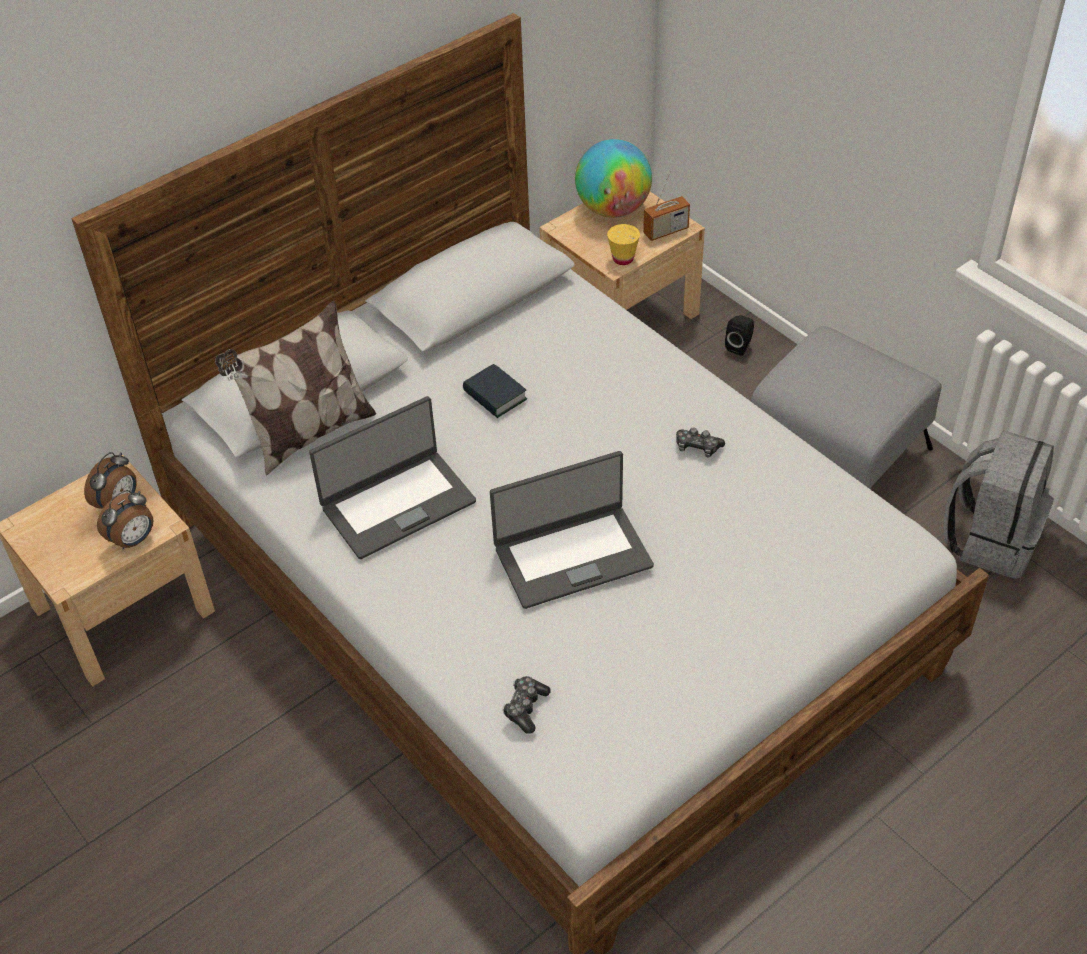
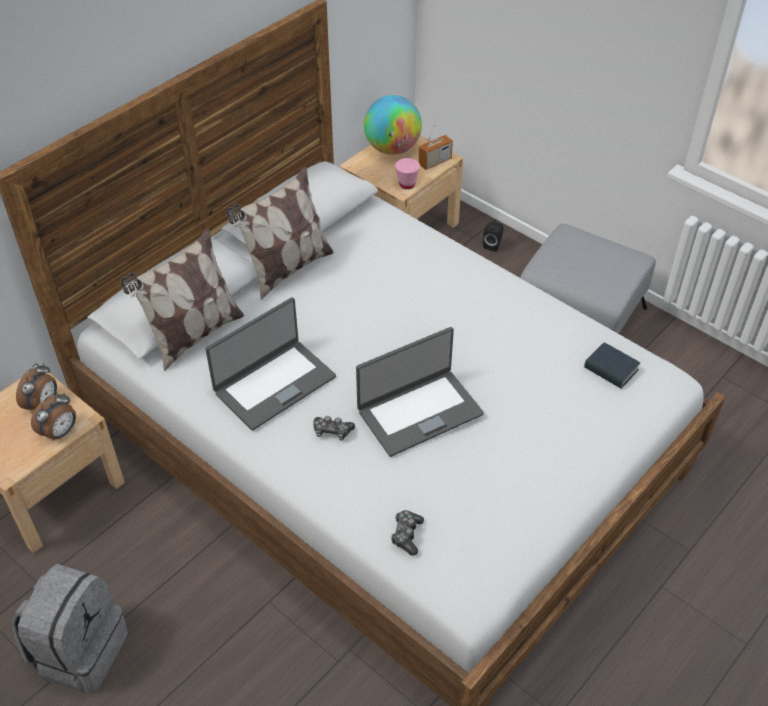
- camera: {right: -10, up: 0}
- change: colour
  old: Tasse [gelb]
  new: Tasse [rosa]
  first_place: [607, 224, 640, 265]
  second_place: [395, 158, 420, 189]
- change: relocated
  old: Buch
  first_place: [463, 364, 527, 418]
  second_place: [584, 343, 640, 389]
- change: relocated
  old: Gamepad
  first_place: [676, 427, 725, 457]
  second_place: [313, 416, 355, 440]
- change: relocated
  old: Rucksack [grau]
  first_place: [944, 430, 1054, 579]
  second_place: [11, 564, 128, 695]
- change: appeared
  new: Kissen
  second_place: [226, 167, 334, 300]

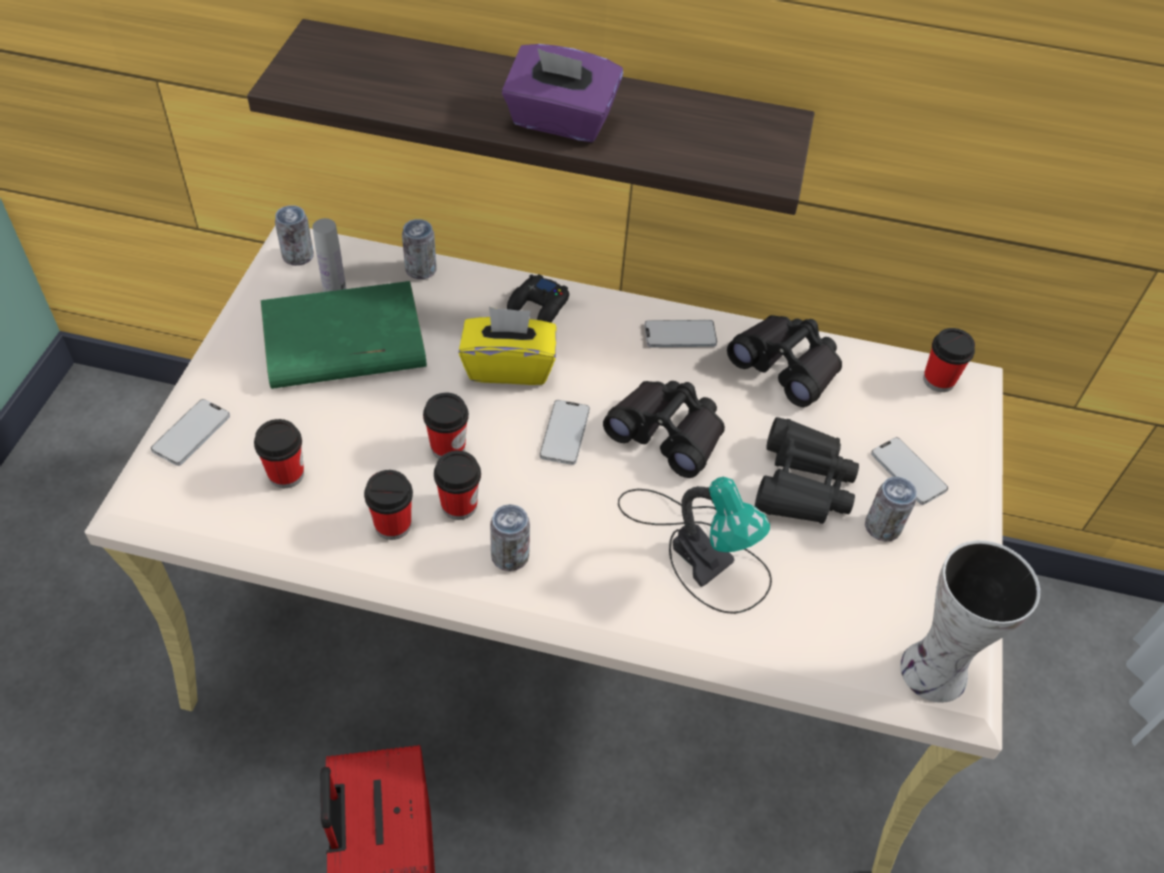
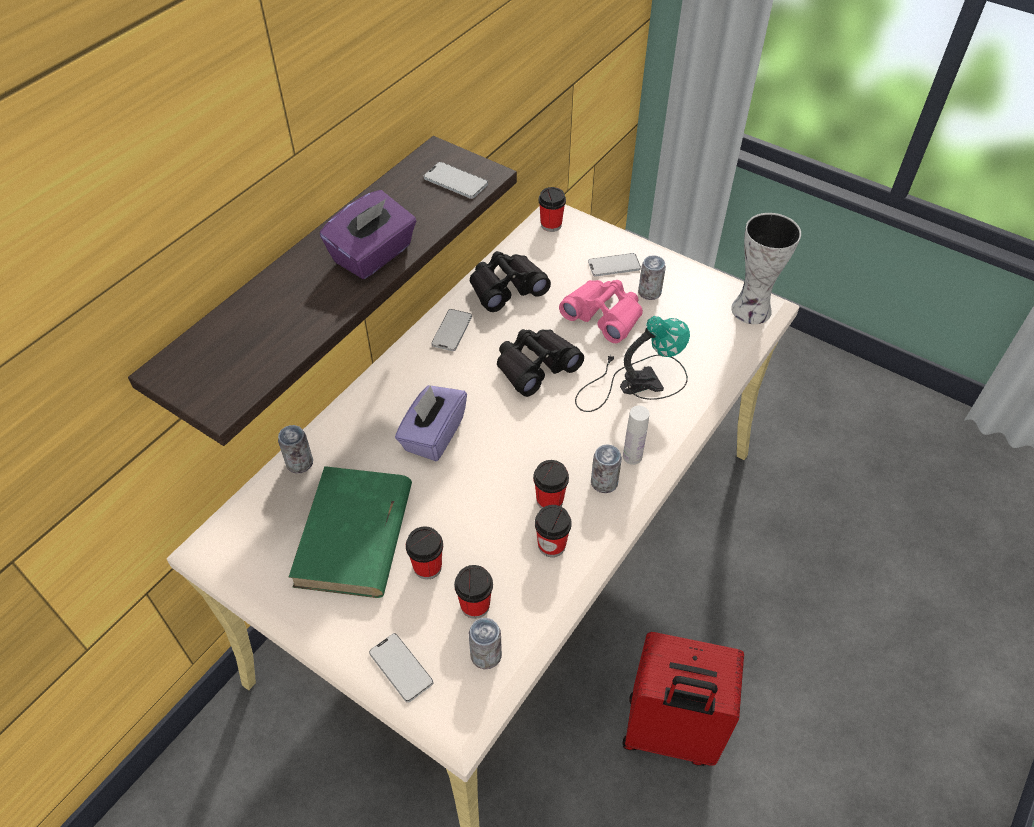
- camera: {right: -65, up: 0}
- change: relocated
  old: Dose
  first_place: [275, 205, 314, 266]
  second_place: [469, 618, 502, 669]
- change: relocated
  old: Flasche [weiß]
  first_place: [312, 218, 346, 292]
  second_place: [623, 406, 650, 465]
- change: missing
  old: Gamepad [schwarz]
  first_place: [507, 274, 569, 323]
- change: colour
  old: Taschentuchbox [gelb]
  new: Taschentuchbox [lila]
  first_place: [459, 307, 556, 385]
  second_place: [395, 385, 467, 461]
- change: relocated
  old: Tasse
  first_place: [423, 393, 469, 459]
  second_place: [406, 526, 443, 580]
- change: relocated
  old: Handy
  first_place: [540, 400, 590, 465]
  second_place: [424, 162, 488, 199]
- change: colour
  old: Fernglas [schwarz]
  new: Fernglas [rosa]
  first_place: [755, 417, 859, 524]
  second_place: [559, 280, 643, 343]

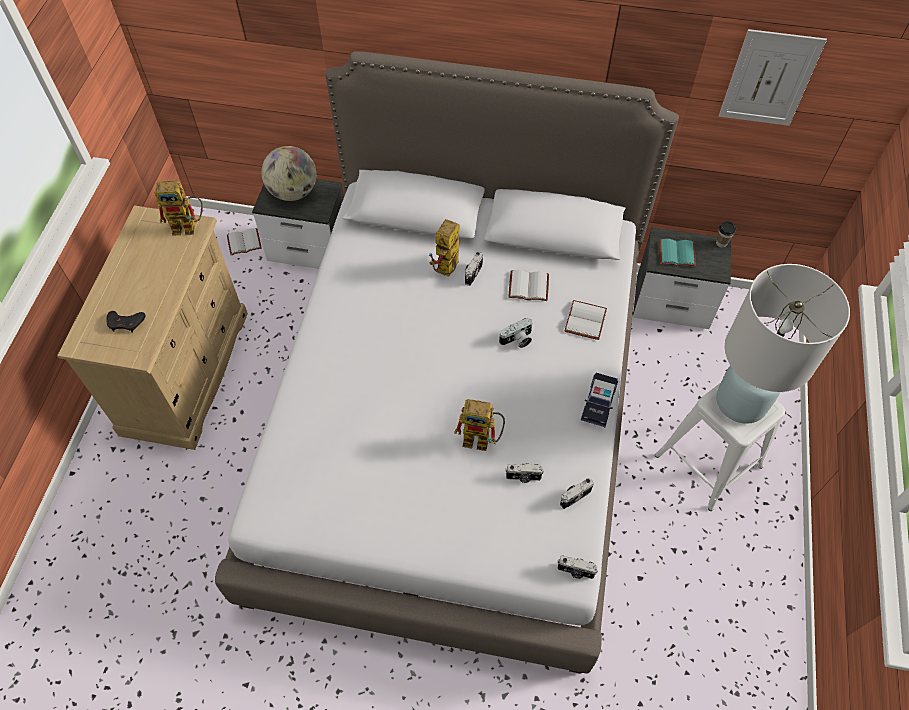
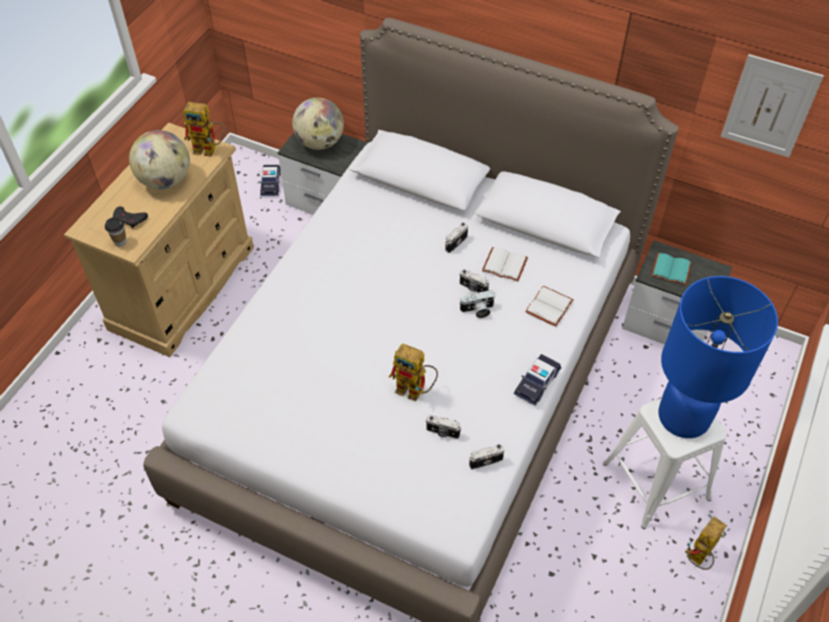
- camera: {right: 15, up: -5}
- change: relocated
  old: Spielzeugroboter
  first_place: [429, 219, 459, 277]
  second_place: [685, 516, 727, 570]
- change: relocated
  old: Tasse
  first_place: [716, 221, 736, 248]
  second_place: [105, 217, 127, 247]
- change: exchanged
  old: Buch [weiß]
  new: Spielzeugauto
  first_place: [227, 228, 262, 255]
  second_place: [259, 165, 281, 196]
- change: colour
  old: Tischlampe [weiß]
  new: Tischlampe [blau]
  first_place: [716, 264, 850, 424]
  second_place: [659, 276, 778, 438]
- change: relocated
  old: Kamera
  first_place: [557, 556, 598, 579]
  second_place: [460, 269, 489, 293]
- change: appeared
  new: Globus
  second_place: [129, 130, 190, 189]

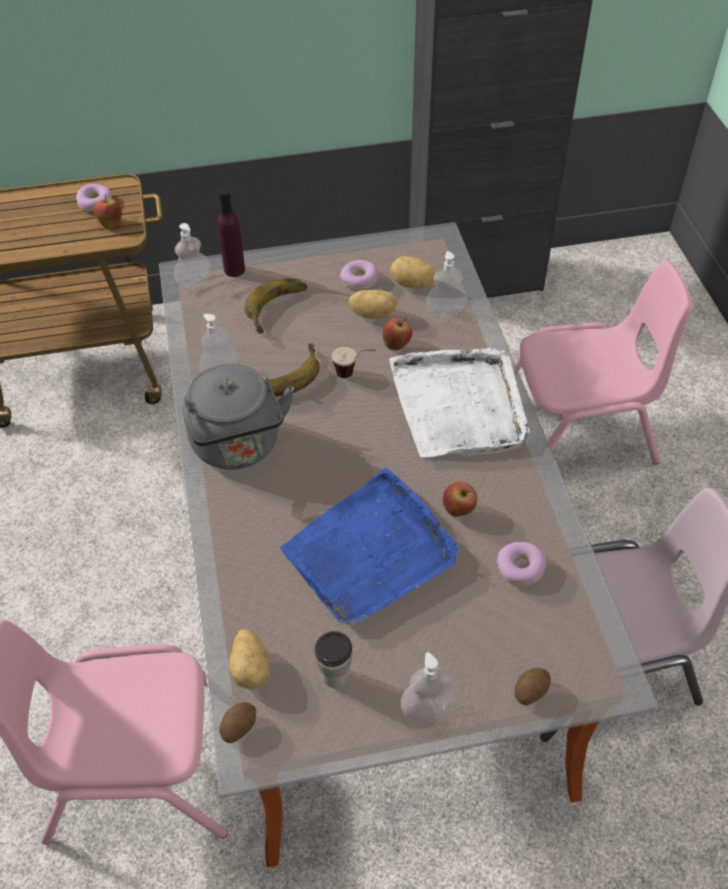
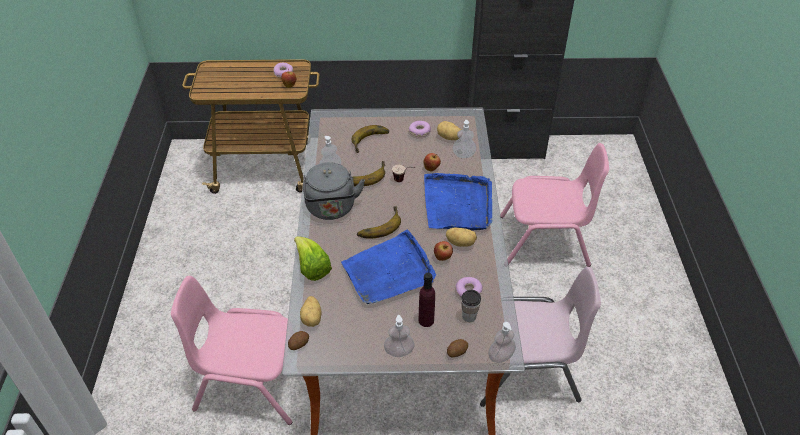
- camera: {right: 10, up: -5}
- change: relocated
  old: Flasche [lila]
  first_place: [218, 189, 245, 277]
  second_place: [419, 273, 435, 327]
- change: relocated
  old: Seifenspender
  first_place: [174, 223, 210, 289]
  second_place: [488, 322, 516, 363]
- change: relocated
  old: Kartoffel
  first_place: [349, 290, 398, 319]
  second_place: [446, 228, 477, 247]
- change: colour
  old: Tablett [weiß]
  new: Tablett [blau]
  first_place: [389, 348, 530, 457]
  second_place: [424, 173, 492, 231]
- change: relocated
  old: Tasse
  first_place: [315, 631, 352, 688]
  second_place: [461, 290, 481, 322]
- change: appeared
  new: Banane
  second_place: [357, 207, 401, 239]
- change: appeared
  new: Salatkopf
  second_place: [294, 236, 332, 281]

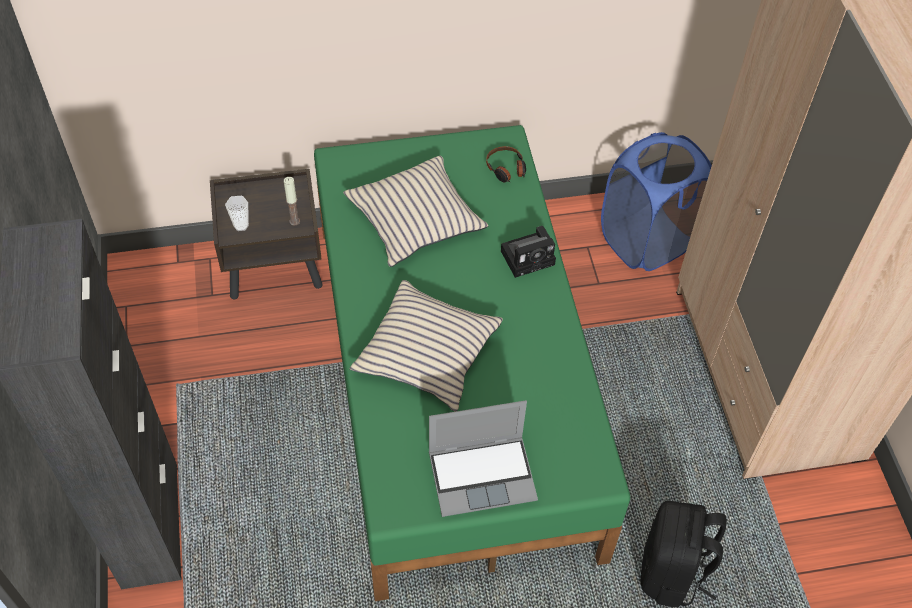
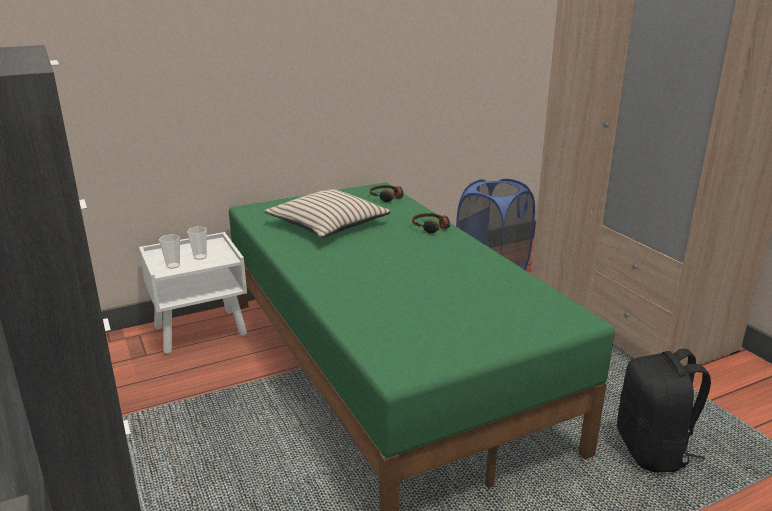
- camera: {right: -15, up: -30}
- change: colour
  old: Nachttisch [braun]
  new: Nachttisch [weiß]
  first_place: [210, 169, 323, 300]
  second_place: [139, 232, 247, 354]
- change: missing
  old: Kerze
  first_place: [284, 177, 300, 226]
- change: exchanged
  old: Kamera
  new: Kopfhörer
  first_place: [501, 226, 556, 278]
  second_place: [412, 213, 450, 233]
- change: missing
  old: Kissen [beige]
  first_place: [350, 280, 503, 412]
- change: missing
  old: Laptop
  first_place: [429, 400, 538, 517]
- change: appeared
  new: Tasse
  second_place: [187, 226, 207, 260]

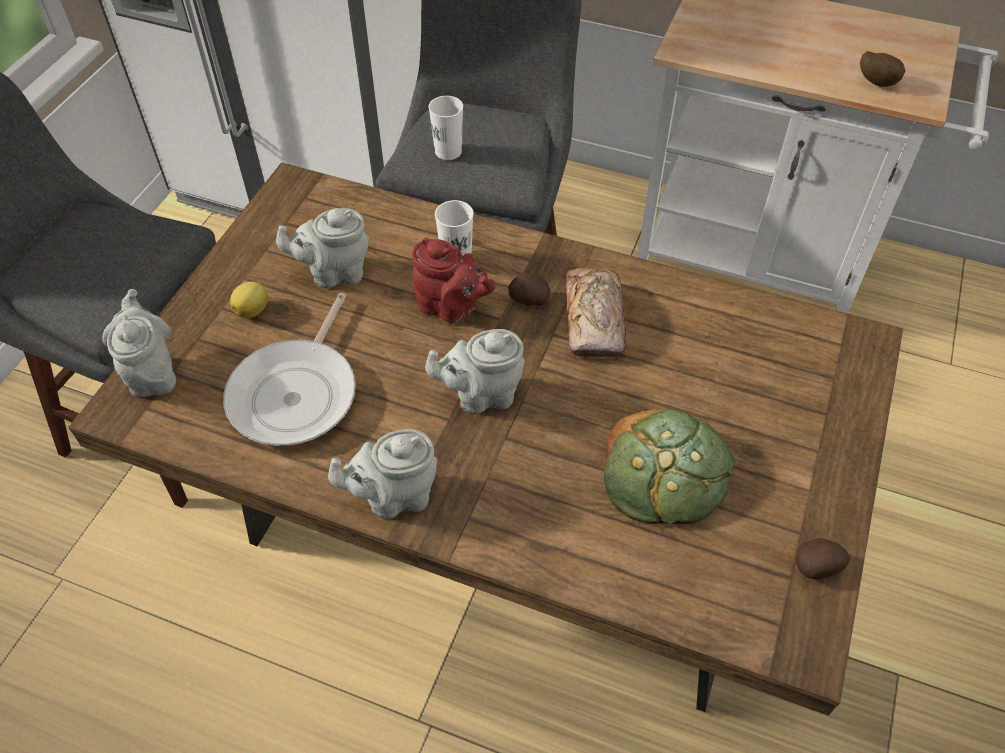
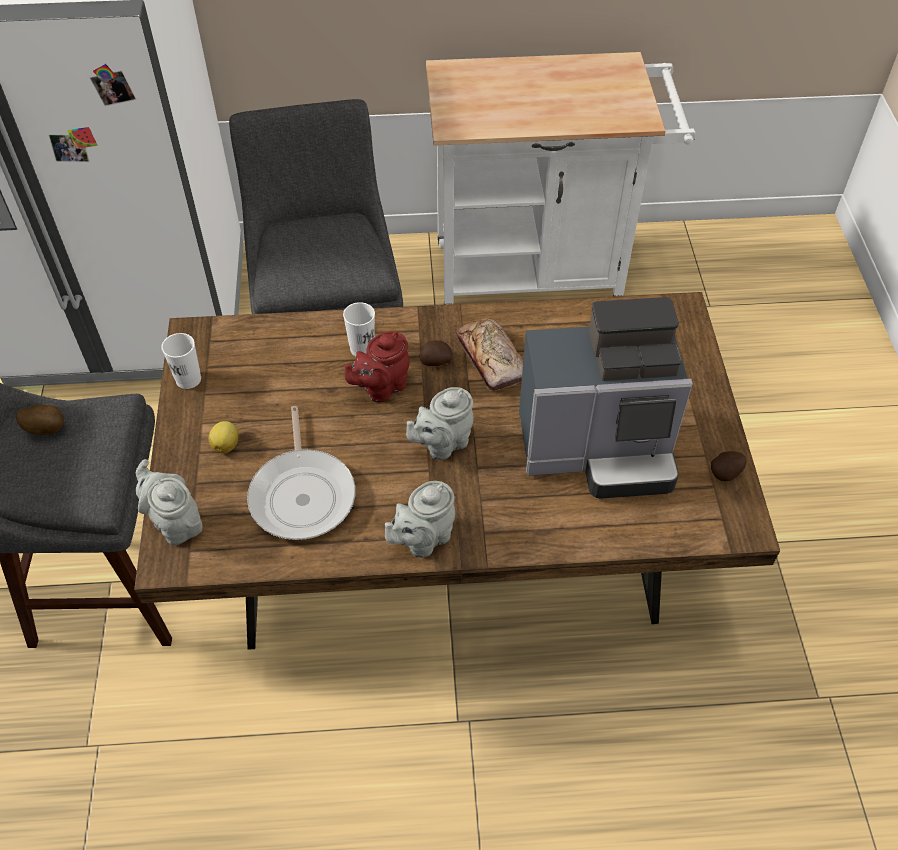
- camera: {right: -25, up: 0}
- change: relocated
  old: Kartoffel
  first_place: [860, 51, 905, 87]
  second_place: [16, 404, 64, 435]
- change: relocated
  old: Tasse [weiß]
  first_place: [428, 96, 463, 160]
  second_place: [161, 333, 201, 389]
- change: missing
  old: Teekanne [grau]
  first_place: [276, 208, 369, 288]
- change: spun
  old: Teekanne [rot]
  first_place: [412, 238, 495, 323]
  second_place: [345, 331, 409, 403]
  degrees: 135
- change: exchanged
  old: Brot
  new: Kaffeemaschine
  first_place: [604, 409, 735, 524]
  second_place: [519, 297, 693, 499]

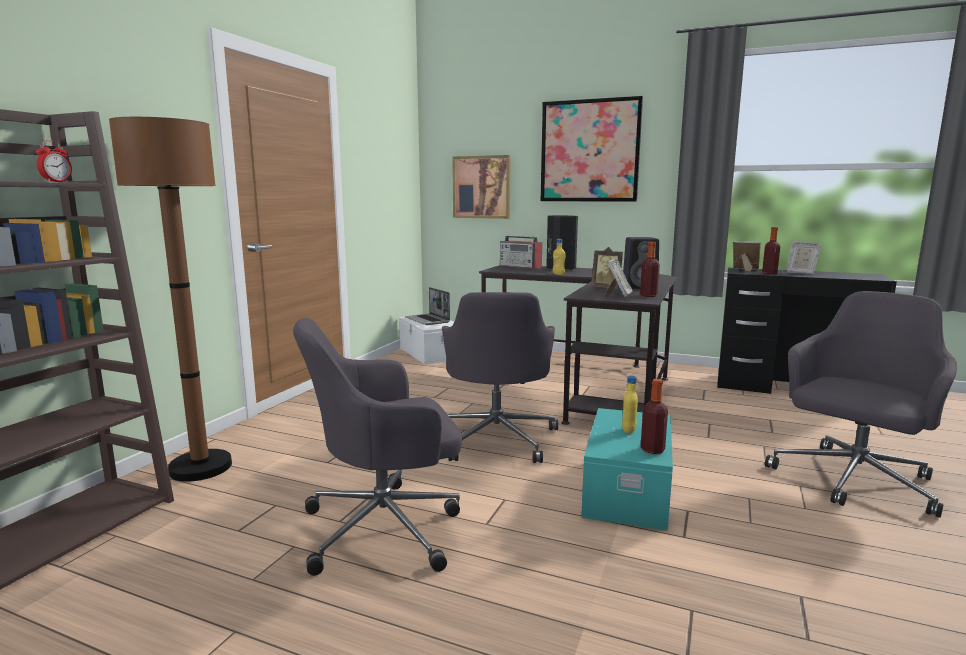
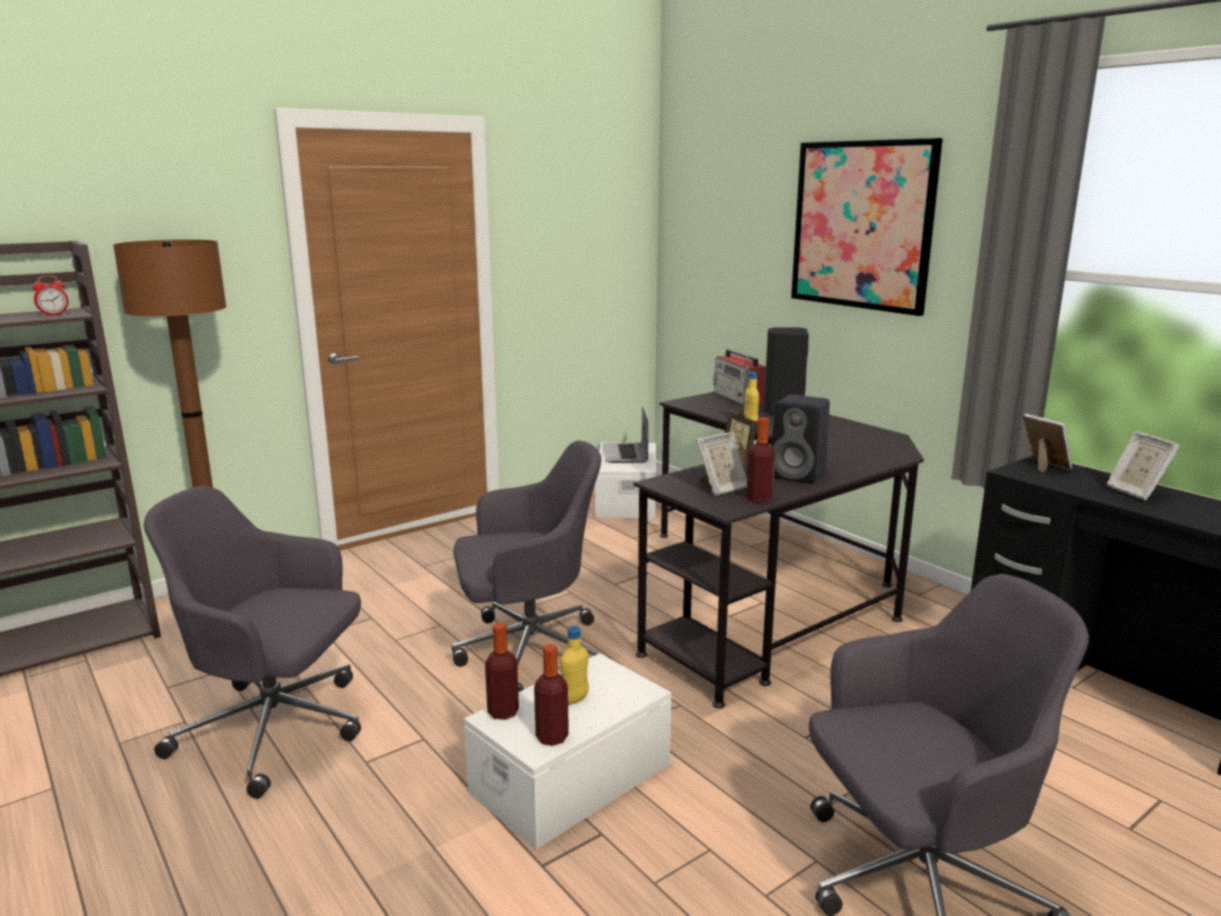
- camera: {right: 30, up: 5}
- change: missing
  old: Bild
  first_place: [452, 155, 511, 219]
- change: relocated
  old: Flasche
  first_place: [762, 227, 780, 274]
  second_place: [485, 623, 519, 720]
- change: spun
  old: Bürostuhl [grau]
  first_place: [442, 292, 558, 463]
  second_place: [451, 440, 609, 692]
  degrees: -135
- change: colour
  old: Aufbewahrungsbox [türkis]
  new: Aufbewahrungsbox [weiß]
  first_place: [581, 408, 673, 531]
  second_place: [464, 653, 671, 850]

